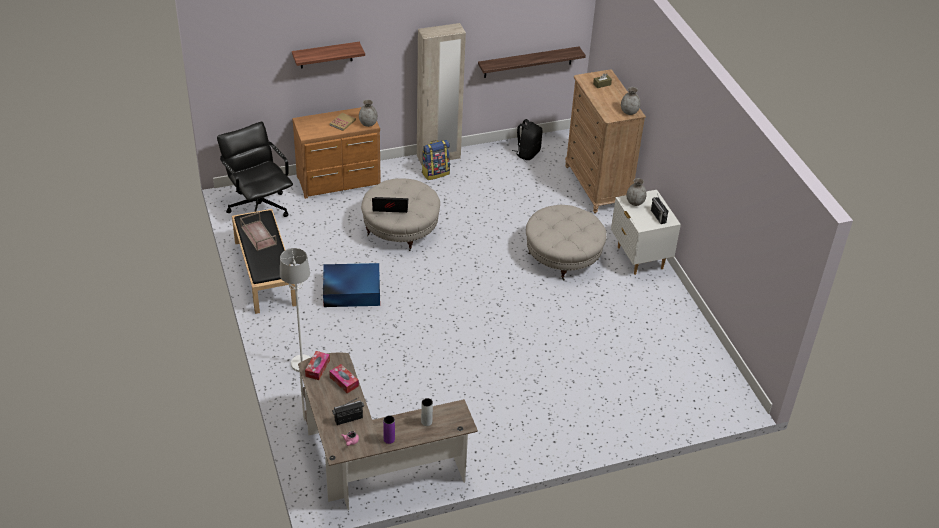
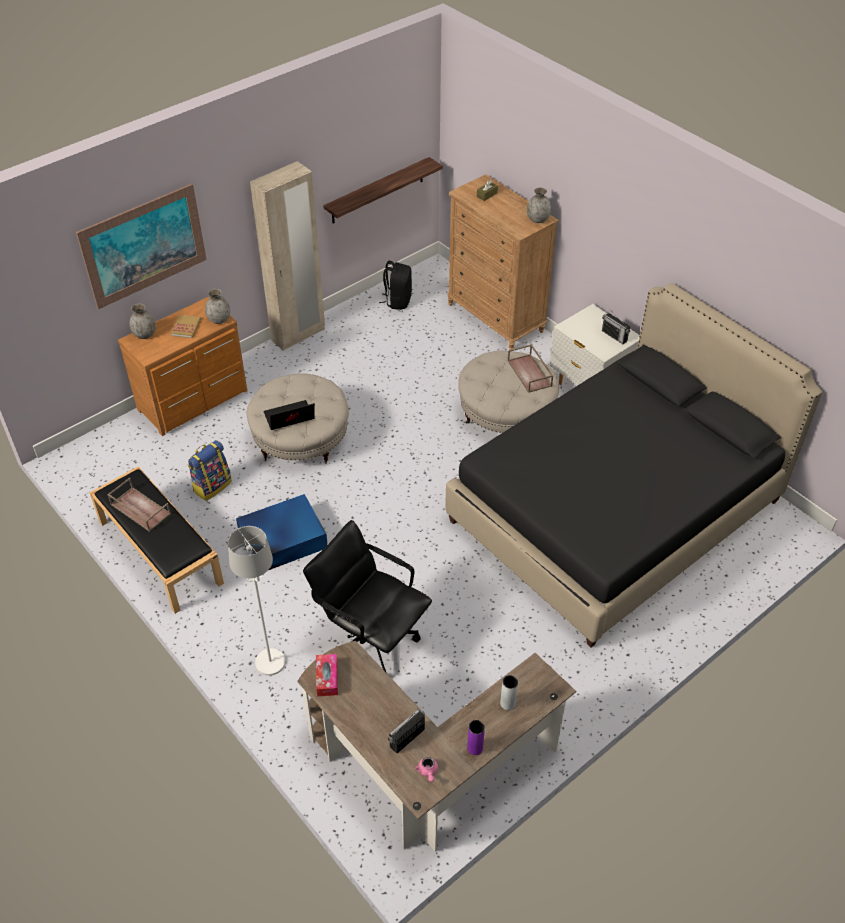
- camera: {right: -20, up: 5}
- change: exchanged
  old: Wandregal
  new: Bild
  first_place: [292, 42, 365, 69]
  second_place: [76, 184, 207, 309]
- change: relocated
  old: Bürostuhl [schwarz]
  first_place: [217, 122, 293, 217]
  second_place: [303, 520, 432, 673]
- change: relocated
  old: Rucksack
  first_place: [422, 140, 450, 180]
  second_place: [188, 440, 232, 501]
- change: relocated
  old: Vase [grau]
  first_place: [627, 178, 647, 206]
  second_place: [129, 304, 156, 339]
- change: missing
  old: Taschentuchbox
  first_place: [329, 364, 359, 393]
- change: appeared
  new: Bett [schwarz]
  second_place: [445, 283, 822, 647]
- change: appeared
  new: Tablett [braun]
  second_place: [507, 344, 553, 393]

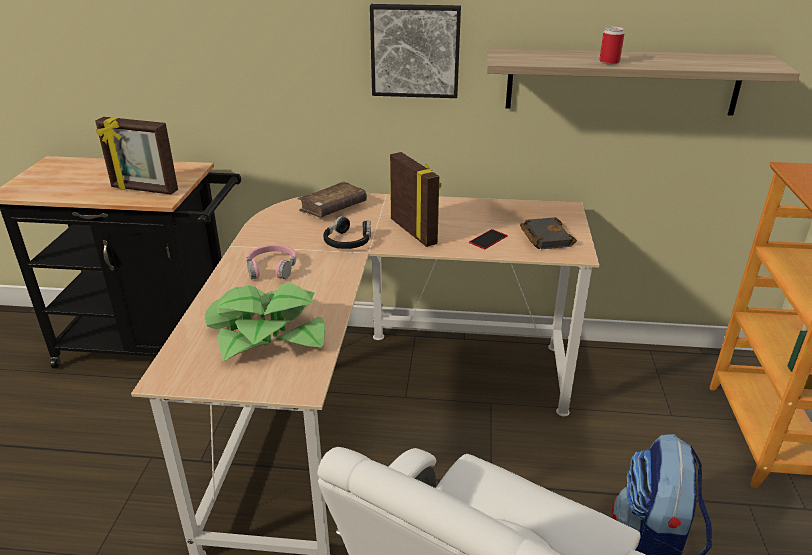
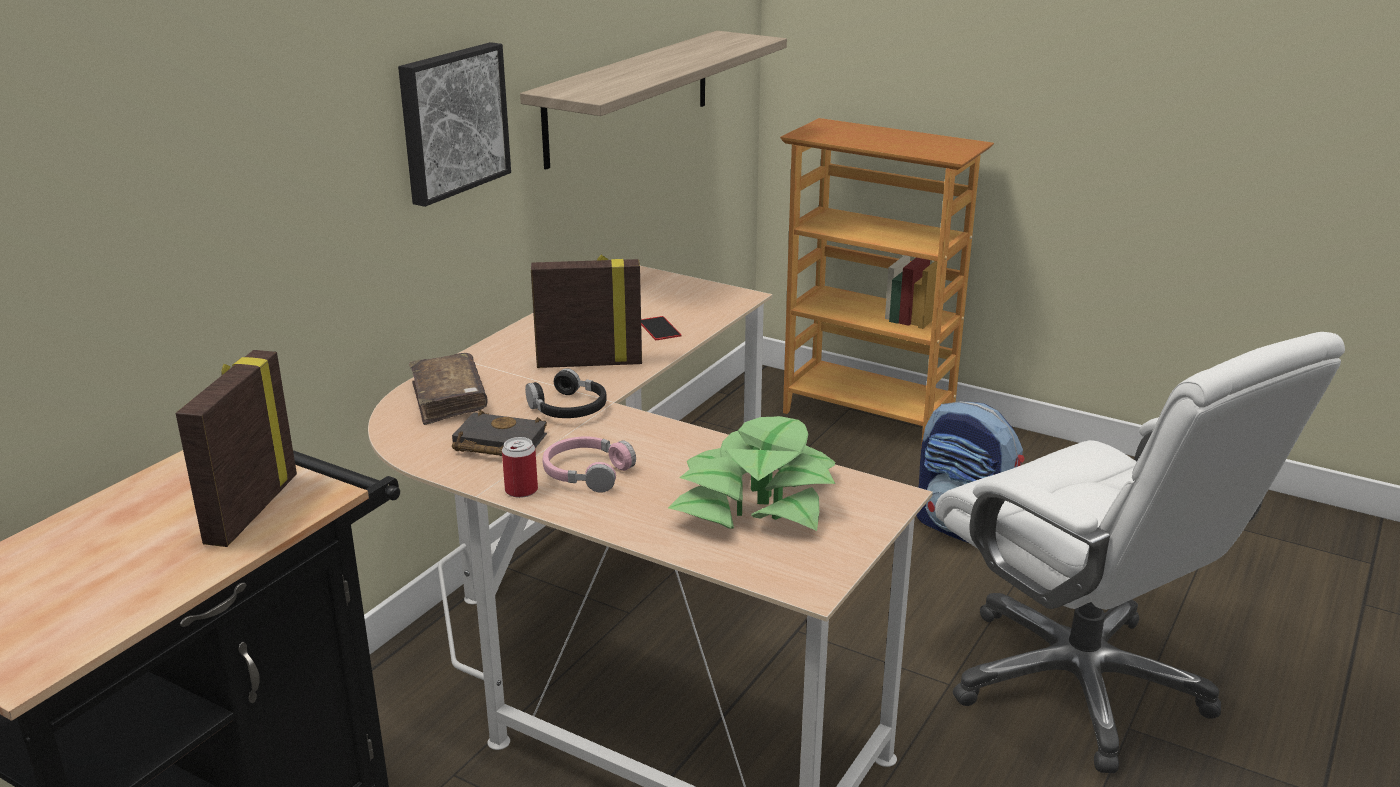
- camera: {right: -65, up: -5}
- change: relocated
  old: Dose
  first_place: [599, 27, 624, 65]
  second_place: [502, 437, 538, 498]
- change: spun
  old: Bilderrahmen
  first_place: [95, 117, 178, 195]
  second_place: [176, 350, 297, 547]
  degrees: 150
- change: relocated
  old: Buch [schwarz]
  first_place: [520, 217, 577, 249]
  second_place: [452, 410, 547, 456]

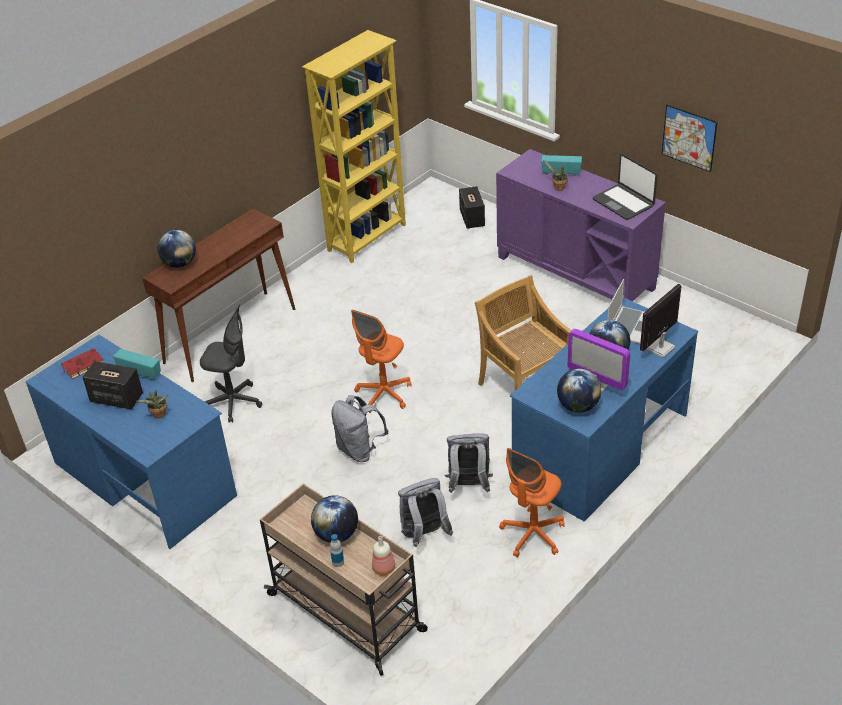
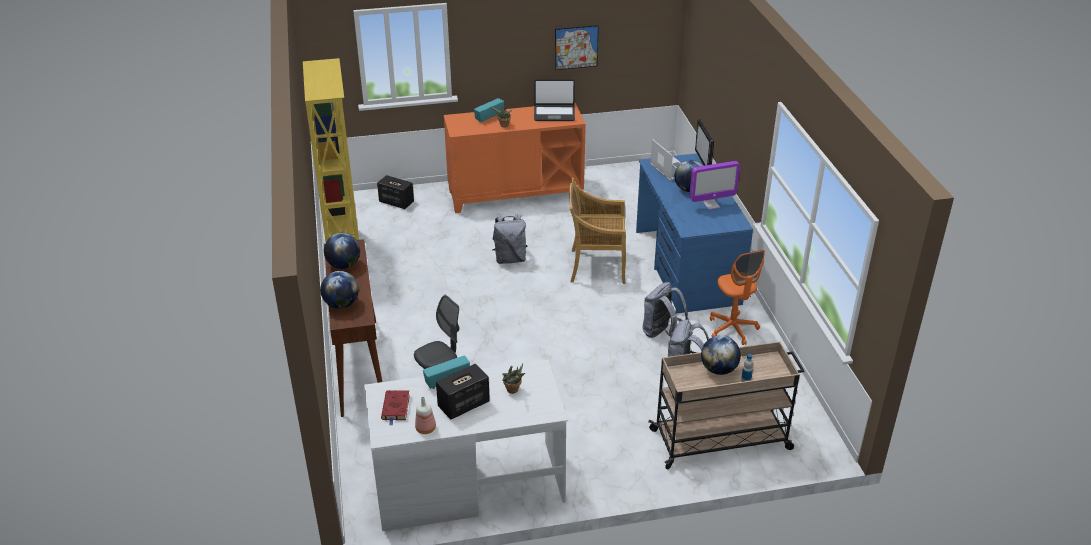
- camera: {right: -55, up: -5}
- change: colour
  old: Schrank [lila]
  new: Schrank [orange]
  first_place: [496, 149, 666, 301]
  second_place: [444, 103, 586, 213]
- change: missing
  old: Bürostuhl [orange]
  first_place: [351, 310, 411, 413]
- change: colour
  old: Schreibtisch [blau]
  new: Schreibtisch [weiß]
  first_place: [26, 334, 237, 549]
  second_place: [364, 360, 568, 531]
- change: relocated
  old: Globus
  first_place: [557, 369, 601, 413]
  second_place: [324, 233, 360, 269]
- change: relocated
  old: Rucksack [grau]
  first_place: [331, 395, 388, 462]
  second_place: [492, 214, 528, 264]
- change: relocated
  old: Flasche
  first_place: [372, 536, 395, 576]
  second_place: [415, 397, 436, 434]

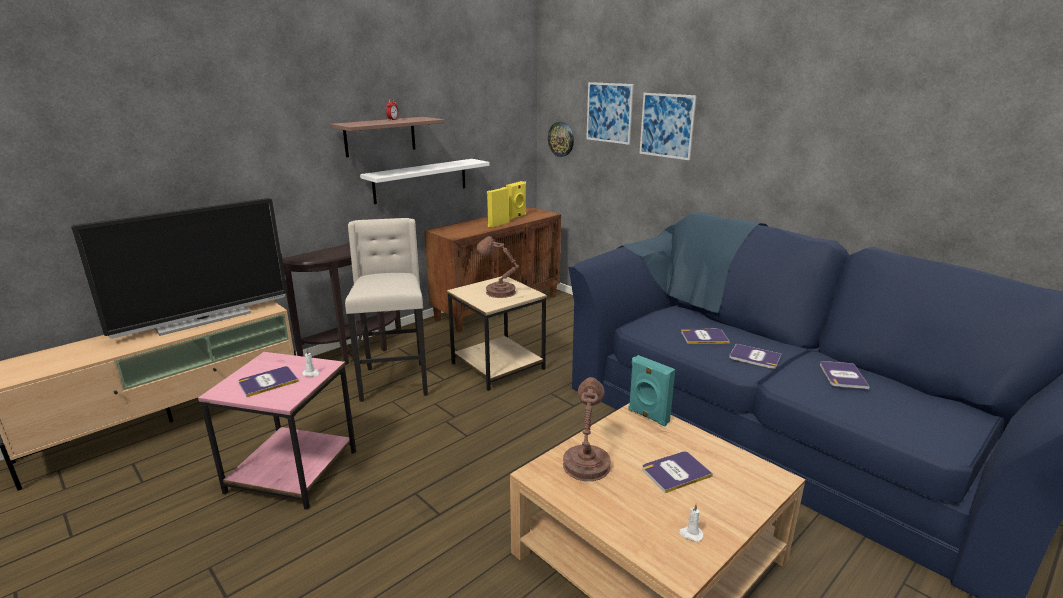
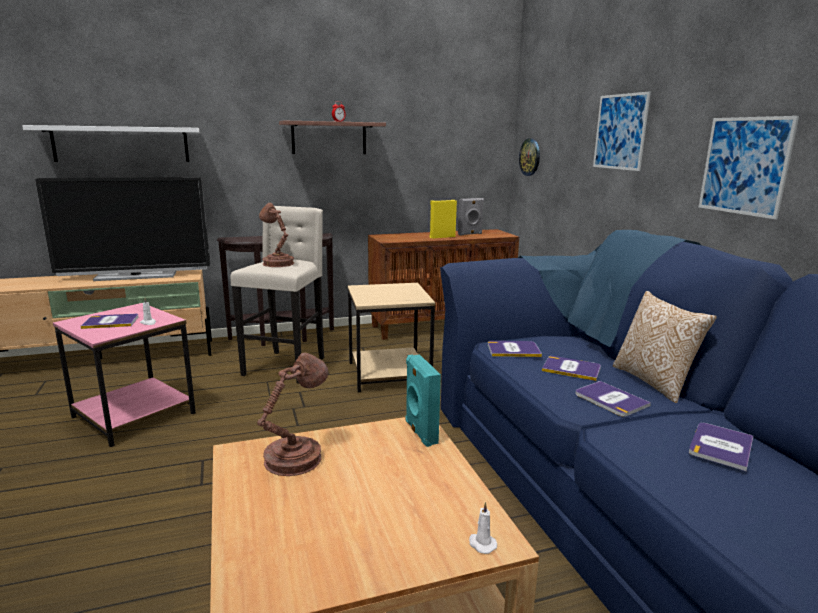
- camera: {right: 25, up: -5}
- change: relocated
  old: Bild
  first_place: [586, 82, 634, 145]
  second_place: [699, 116, 799, 219]
- change: relocated
  old: Wandregal [weiß]
  first_place: [360, 159, 490, 204]
  second_place: [22, 125, 199, 162]
- change: colour
  old: Lautsprecher [gelb]
  new: Lautsprecher [grau]
  first_place: [506, 181, 526, 220]
  second_place: [458, 198, 484, 236]
- change: relocated
  old: Tischlampe [braun]
  first_place: [477, 236, 519, 298]
  second_place: [259, 203, 294, 267]
- change: relocated
  old: Buch
  first_place: [642, 451, 713, 493]
  second_place: [488, 341, 542, 357]
- change: relocated
  old: Kerze [weiß]
  first_place: [679, 504, 704, 542]
  second_place: [469, 502, 497, 554]
- change: appeared
  new: Kissen
  second_place: [613, 291, 717, 403]

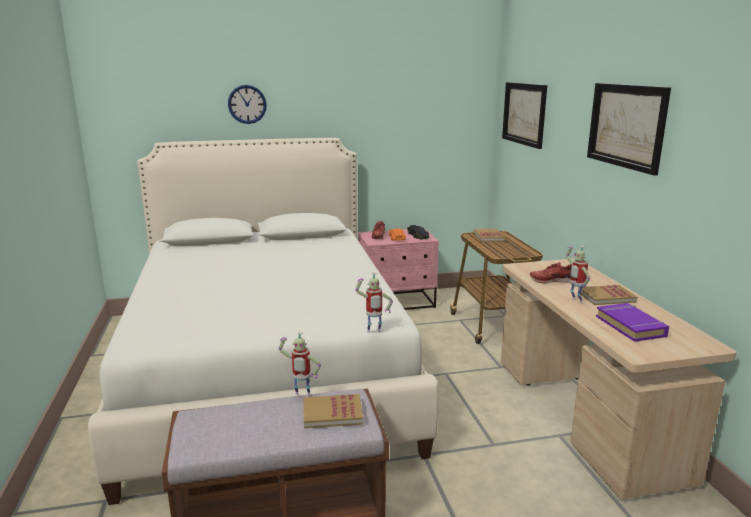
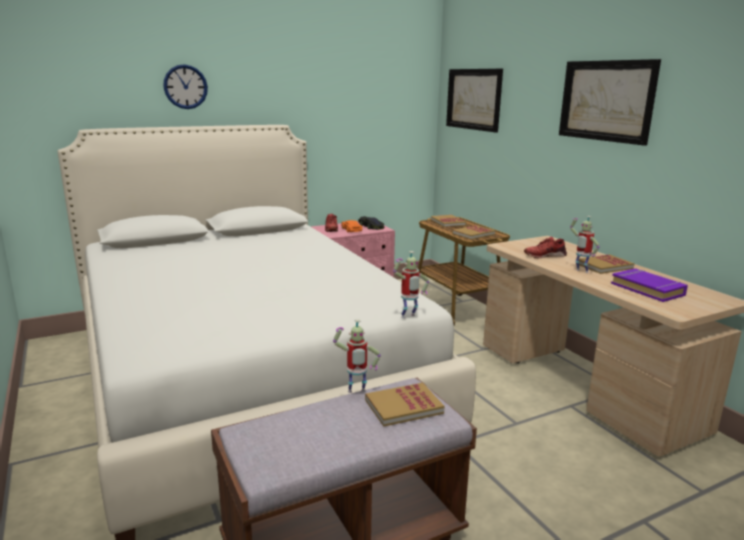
- camera: {right: -15, up: 0}
- change: appeared
  new: Buch
  second_place: [452, 225, 495, 240]

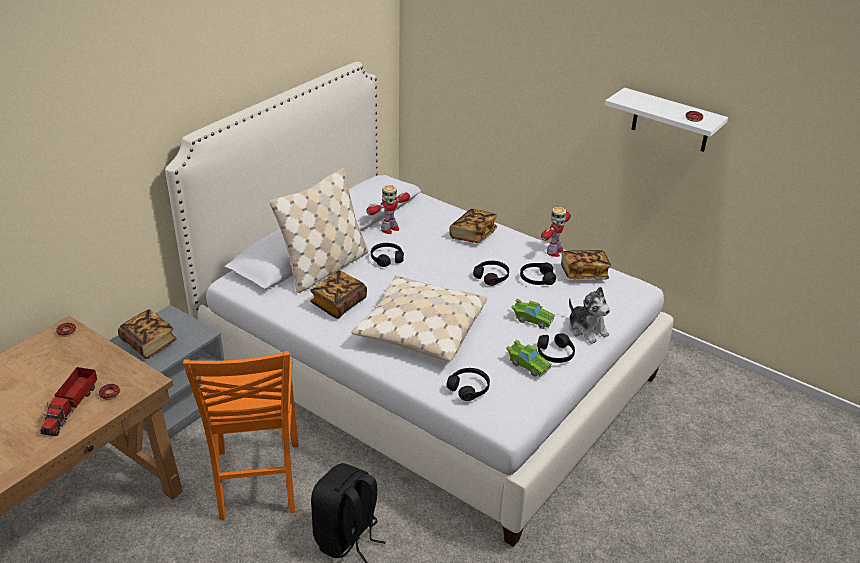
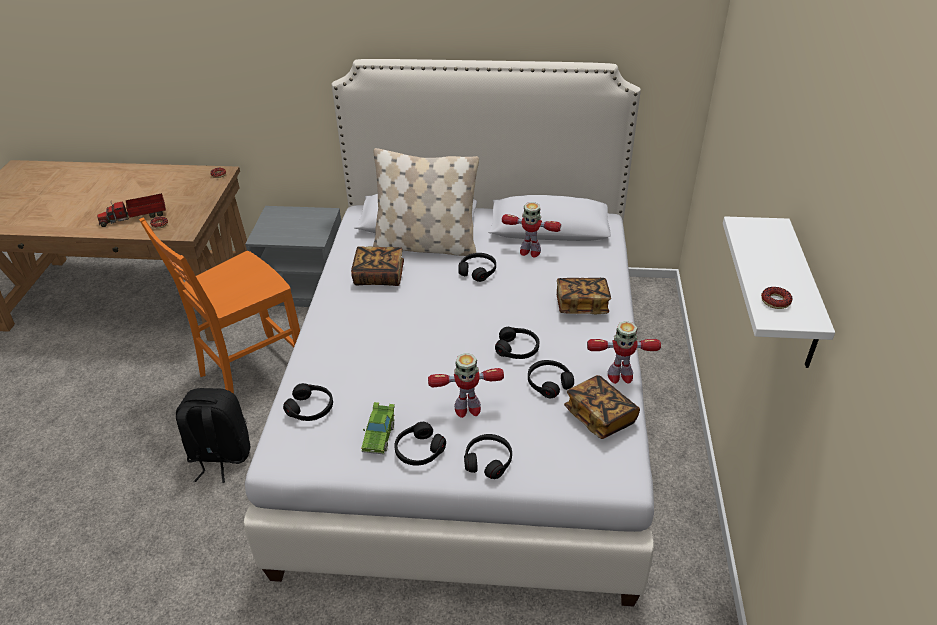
- camera: {right: 60, up: 5}
- change: missing
  old: Kissen [beige]
  first_place: [352, 276, 487, 362]
- change: exchanged
  old: Plüschtier
  new: Kopfhörer [schwarz]
  first_place: [569, 286, 610, 344]
  second_place: [464, 434, 512, 479]
- change: exchanged
  old: Spielzeugauto [grün]
  new: Spielzeugroboter
  first_place: [511, 299, 555, 329]
  second_place: [428, 353, 504, 418]
- change: missing
  old: Buch
  first_place: [118, 309, 177, 359]

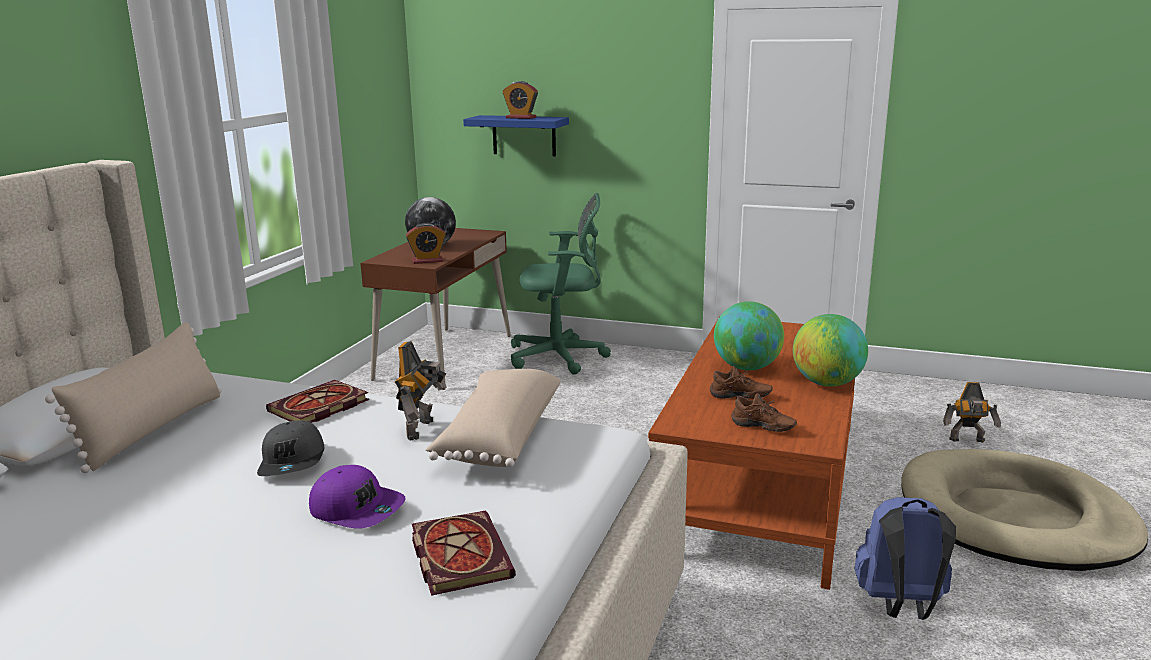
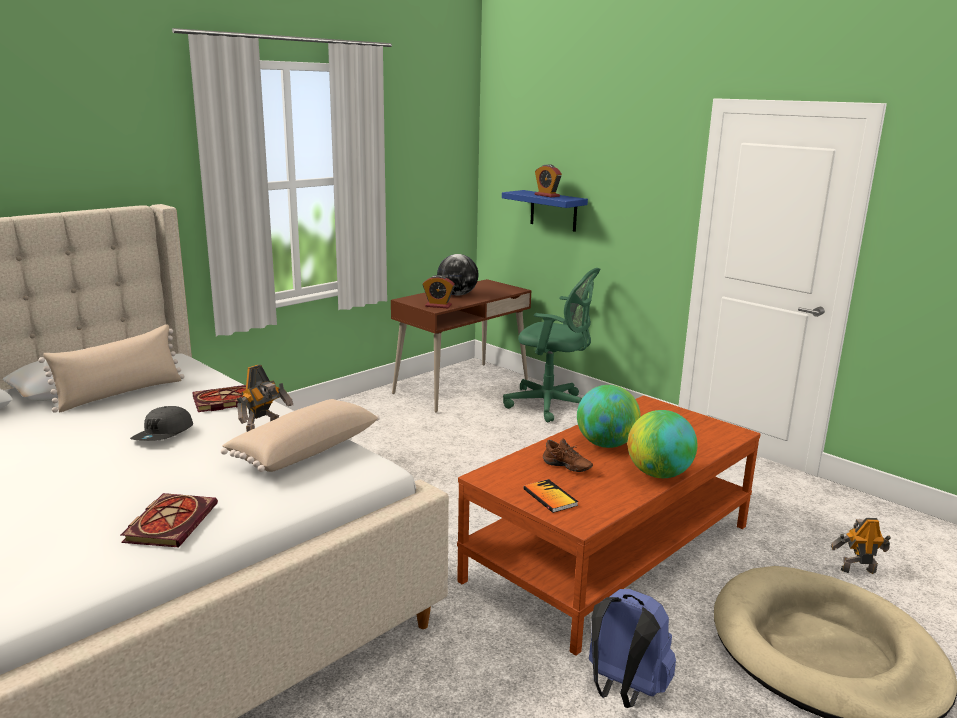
- camera: {right: 25, up: 0}
- change: spun
  old: Spielzeugroboter
  first_place: [943, 382, 1001, 443]
  second_place: [831, 518, 891, 574]
  degrees: 150
- change: exchanged
  old: Schuh [braun]
  new: Buch
  first_place: [731, 393, 797, 432]
  second_place: [523, 479, 578, 513]
- change: missing
  old: Kappe [lila]
  first_place: [309, 465, 405, 529]

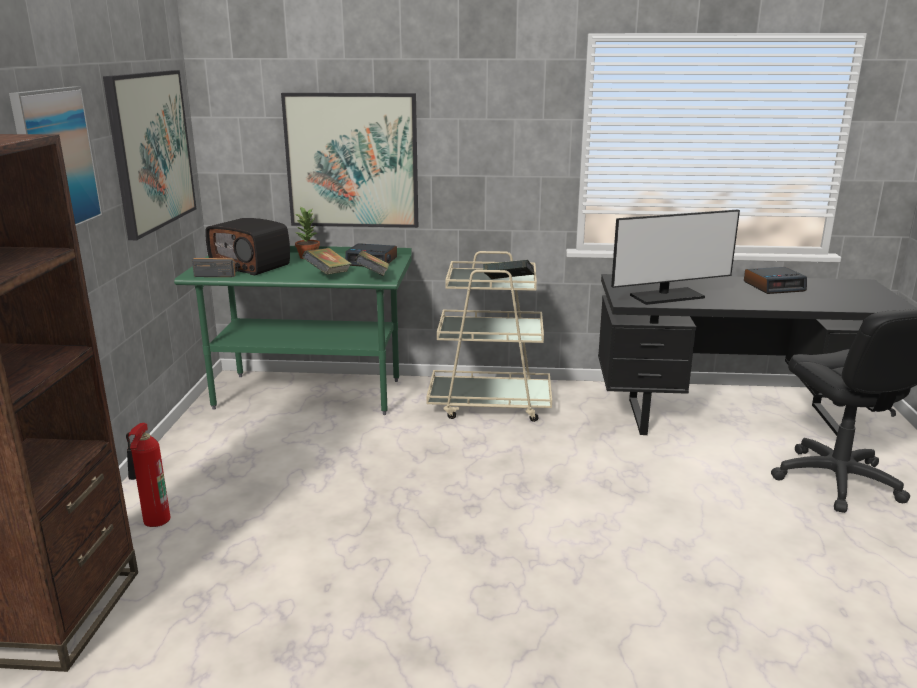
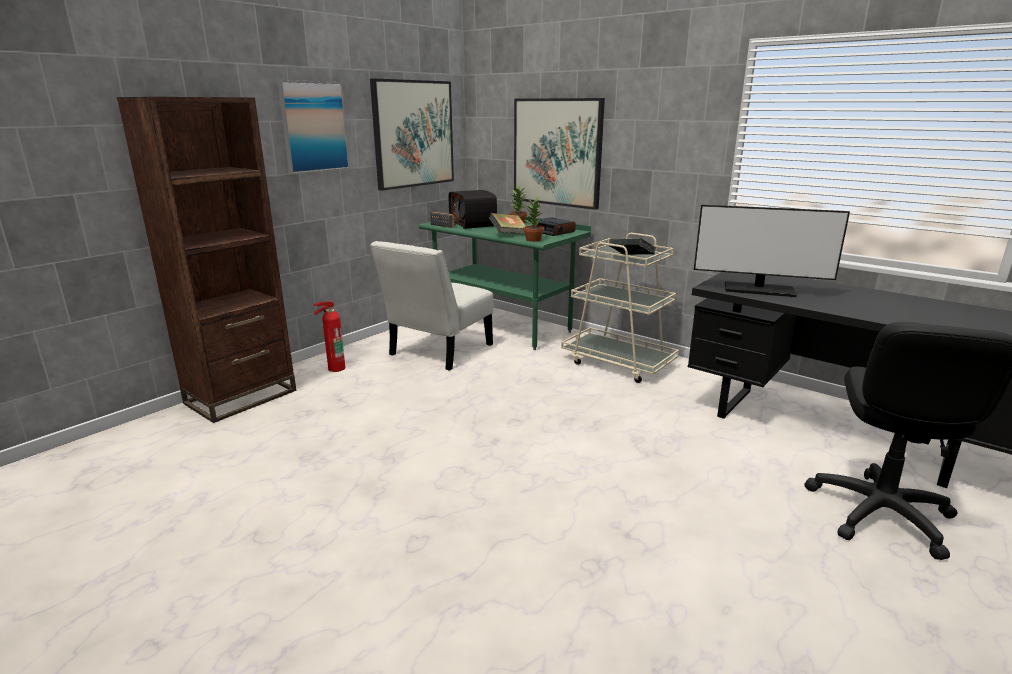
- camera: {right: 35, up: 0}
- change: exchanged
  old: Buch
  new: Topfpflanze
  first_place: [355, 251, 389, 276]
  second_place: [523, 196, 544, 242]
- change: missing
  old: Wecker
  first_place: [744, 267, 807, 294]
- change: appeared
  new: Stuhl [weiß]
  second_place: [370, 241, 493, 371]

